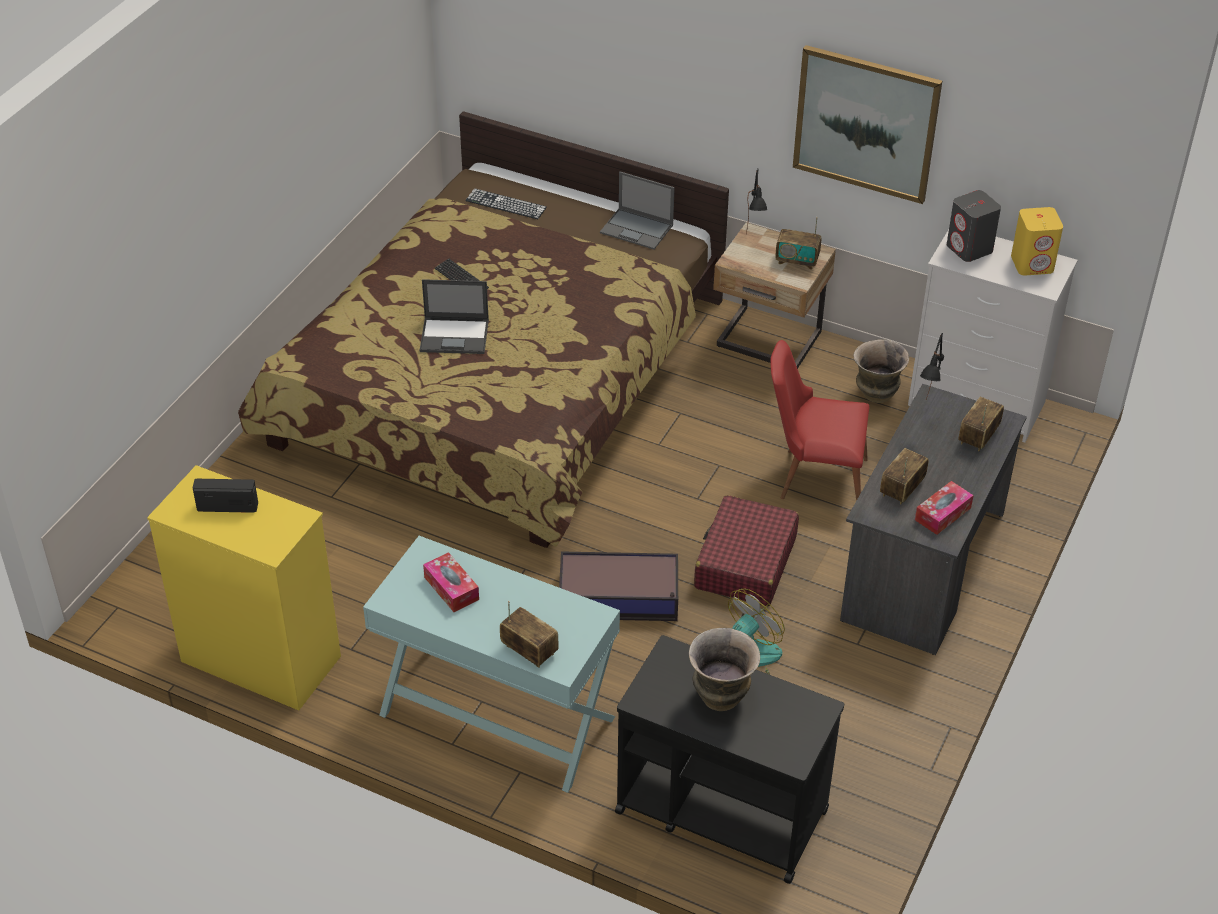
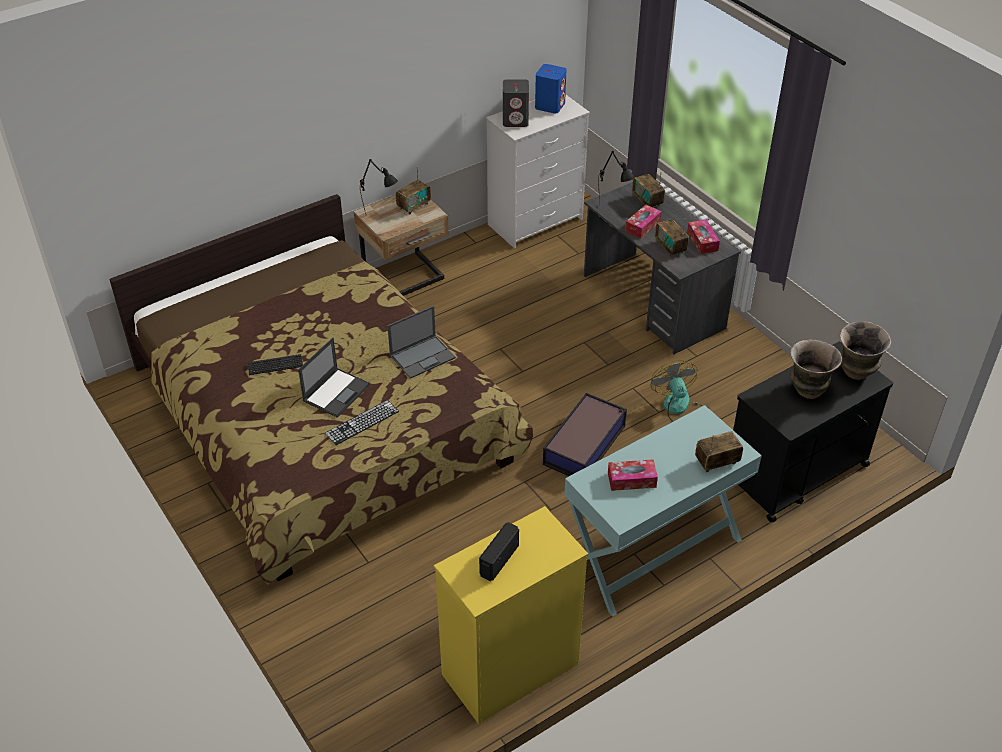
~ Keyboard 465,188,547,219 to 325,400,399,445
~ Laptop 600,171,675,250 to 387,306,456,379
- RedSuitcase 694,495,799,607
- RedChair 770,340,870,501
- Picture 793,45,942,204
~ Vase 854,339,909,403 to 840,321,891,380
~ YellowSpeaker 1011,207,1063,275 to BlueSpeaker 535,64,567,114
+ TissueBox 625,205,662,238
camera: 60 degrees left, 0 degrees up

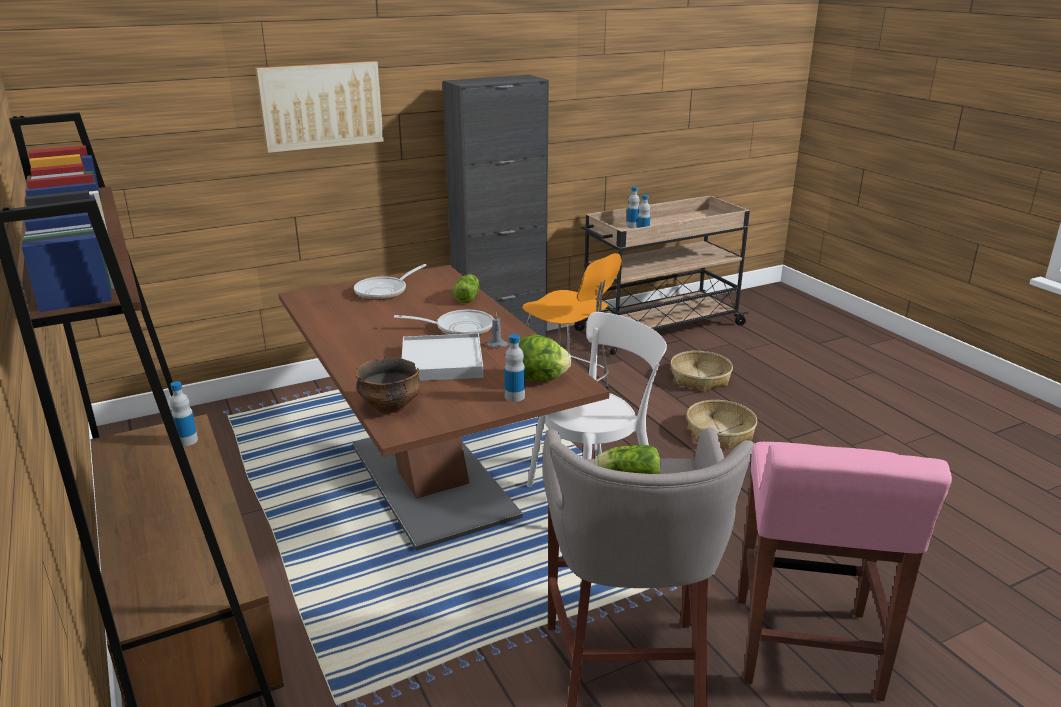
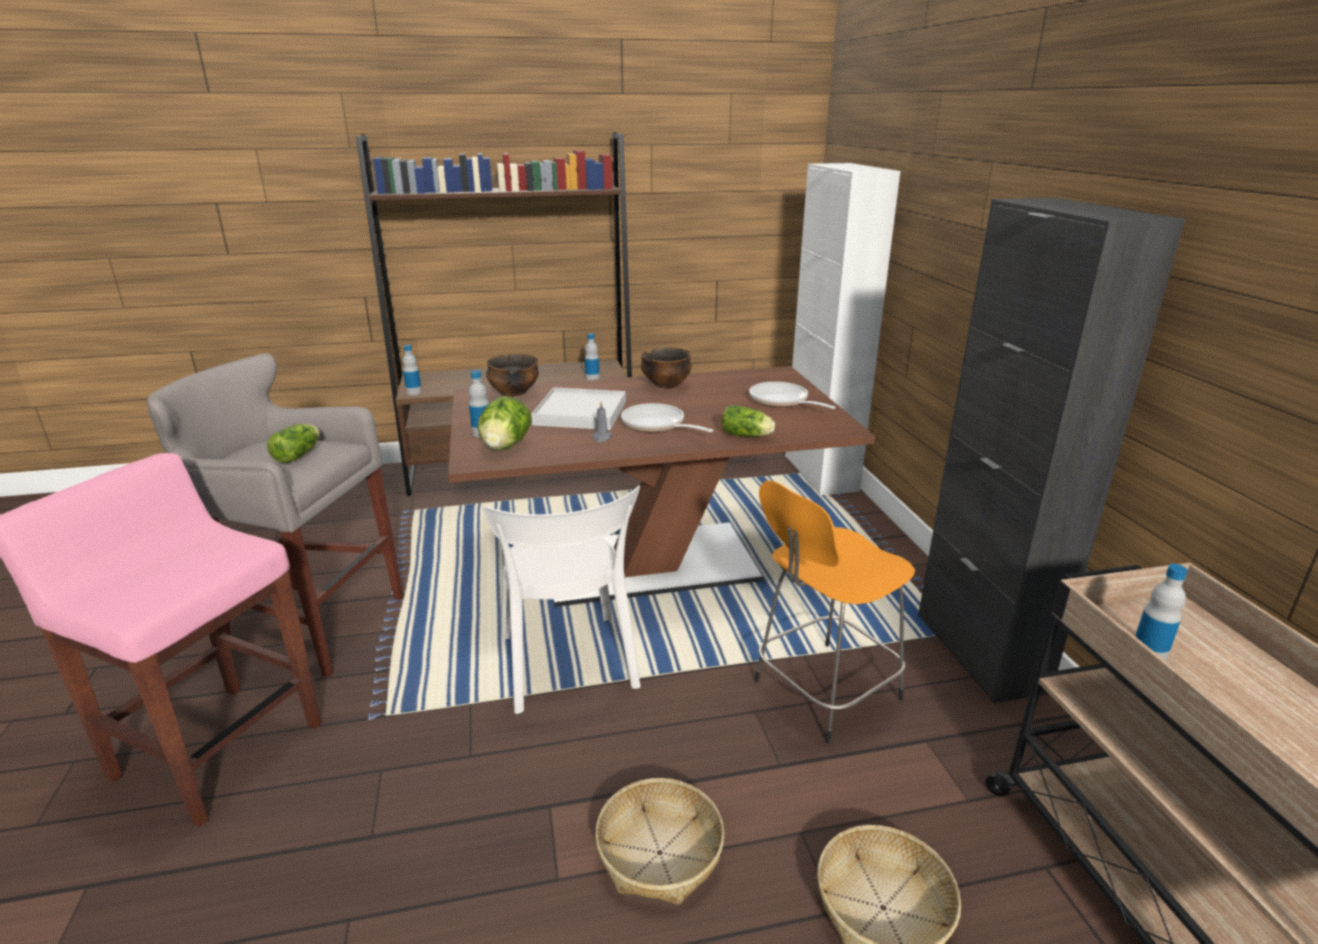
- Picture 255,61,384,153
~ FryingPan 394,310,494,335 = 621,403,714,433 120 degrees clockwise
~ Bottle 627,187,640,228 to 402,345,422,395
+ Bowl 641,347,692,389
+ WhiteCabinet 785,163,900,495
camera: 105 degrees right, 0 degrees up

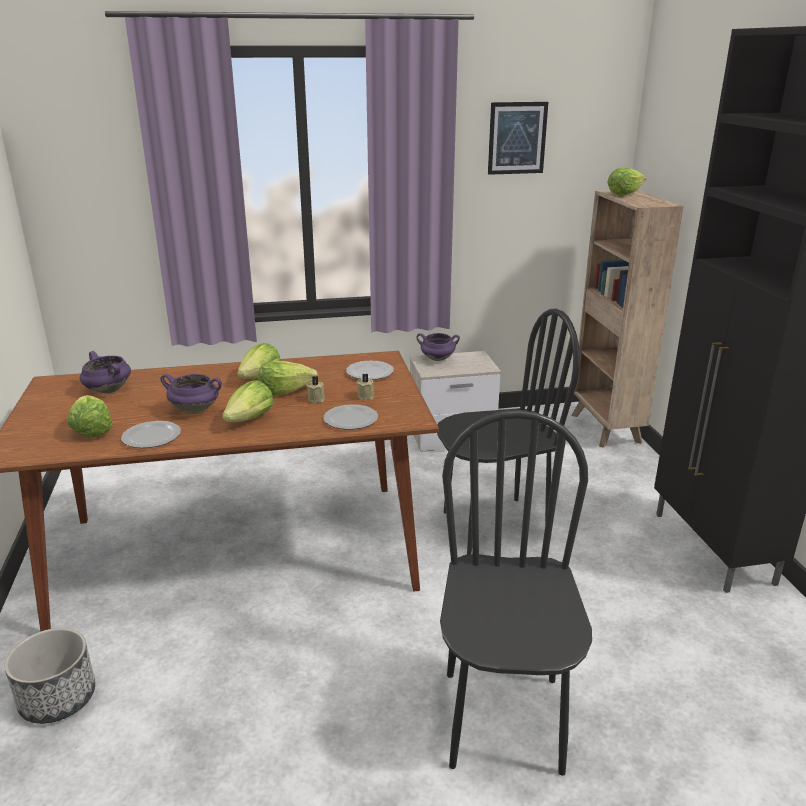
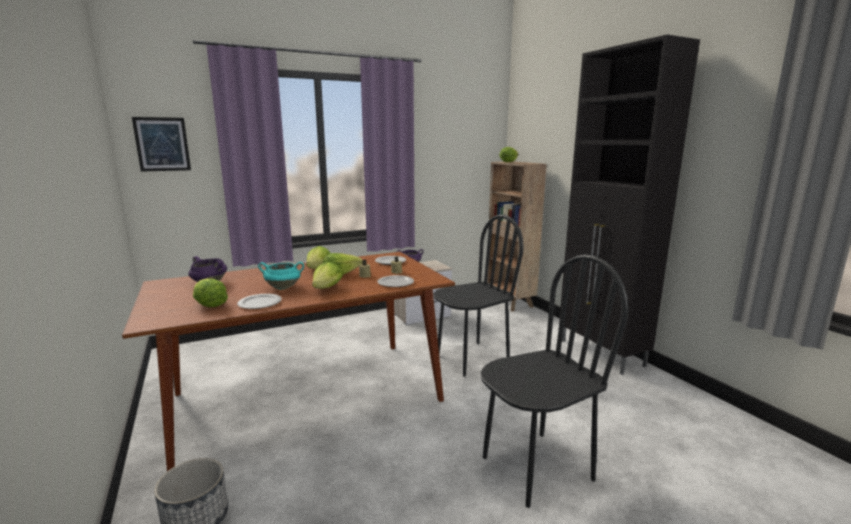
~ PurpleCookingPot 160,374,222,414 to TurquoiseCookingPot 258,262,304,290
~ BlackChair 440,410,592,776 = 481,254,629,508 75 degrees clockwise
~ Picture 488,102,548,175 to 132,117,191,172
camera: 15 degrees left, 10 degrees down

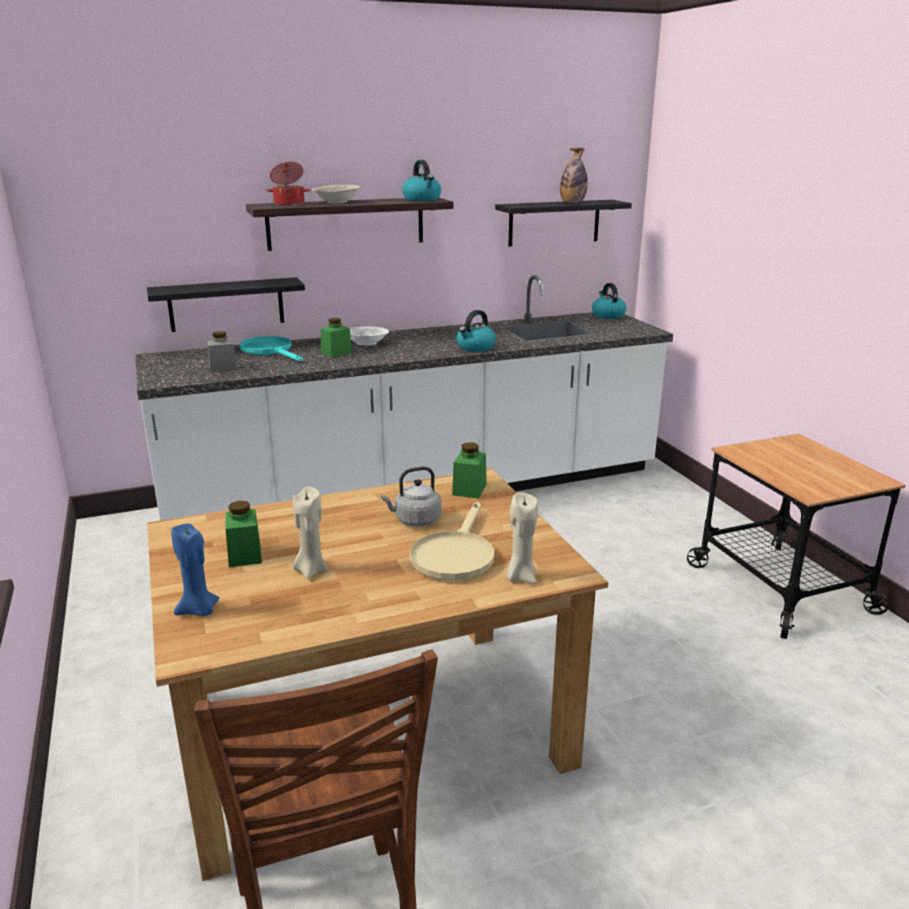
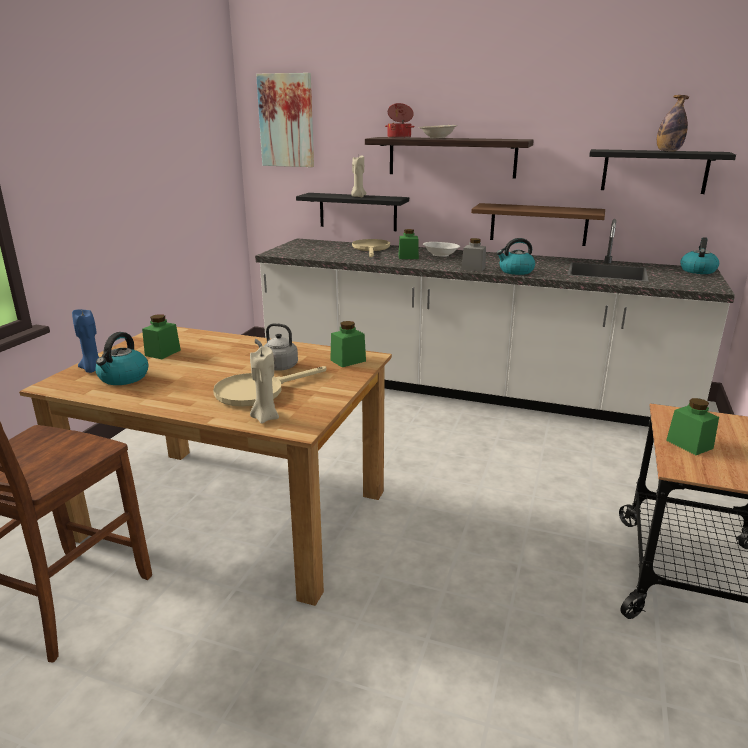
~ GreyJar 207,331,237,373 to 461,238,486,271
~ TurquoiseFryingPan 240,336,303,361 to BeigeFryingPan 352,239,390,257
~ BeigeCandle 293,487,328,579 to 351,155,366,197
~ Kettle 402,160,441,201 to 95,332,148,385
+ Picture 256,73,314,167
+ BrownShelf 471,203,605,246
+ GreenJar 666,398,719,455
camera: 40 degrees right, 0 degrees up

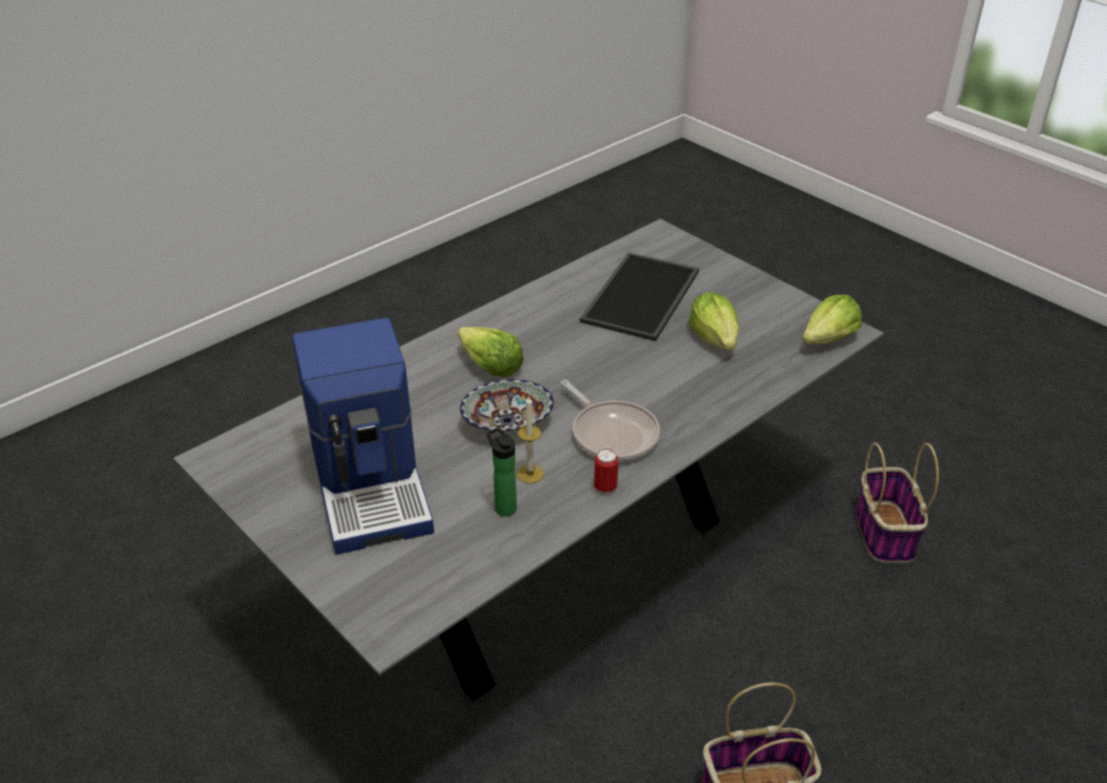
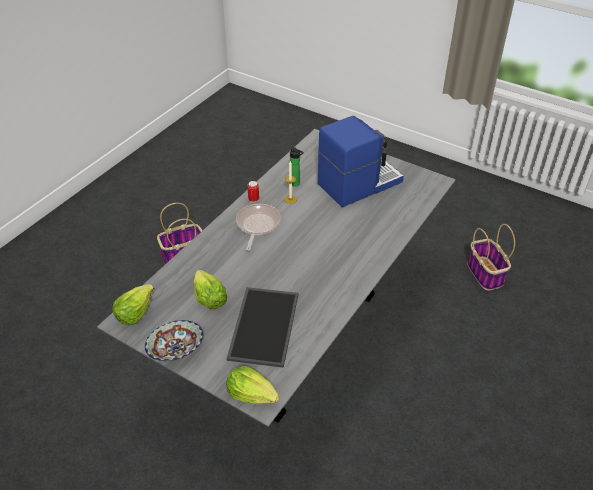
~ CoffeeMachine 292,318,434,555 = 318,116,404,207 90 degrees clockwise
~ Lettuce 458,327,524,377 to 226,366,279,404
~ Bowl 460,380,554,433 to 145,320,203,361
~ FryingPan 561,380,660,462 = 236,204,281,251 60 degrees clockwise
~ Basket 856,443,939,563 to 467,224,515,291
camera: 165 degrees right, 5 degrees up

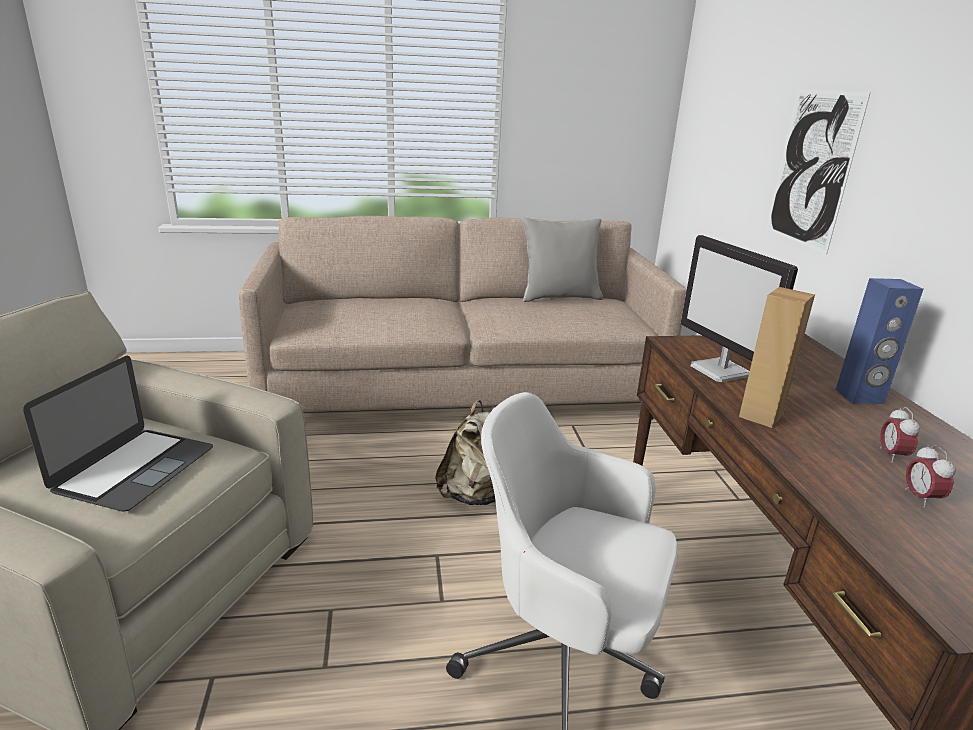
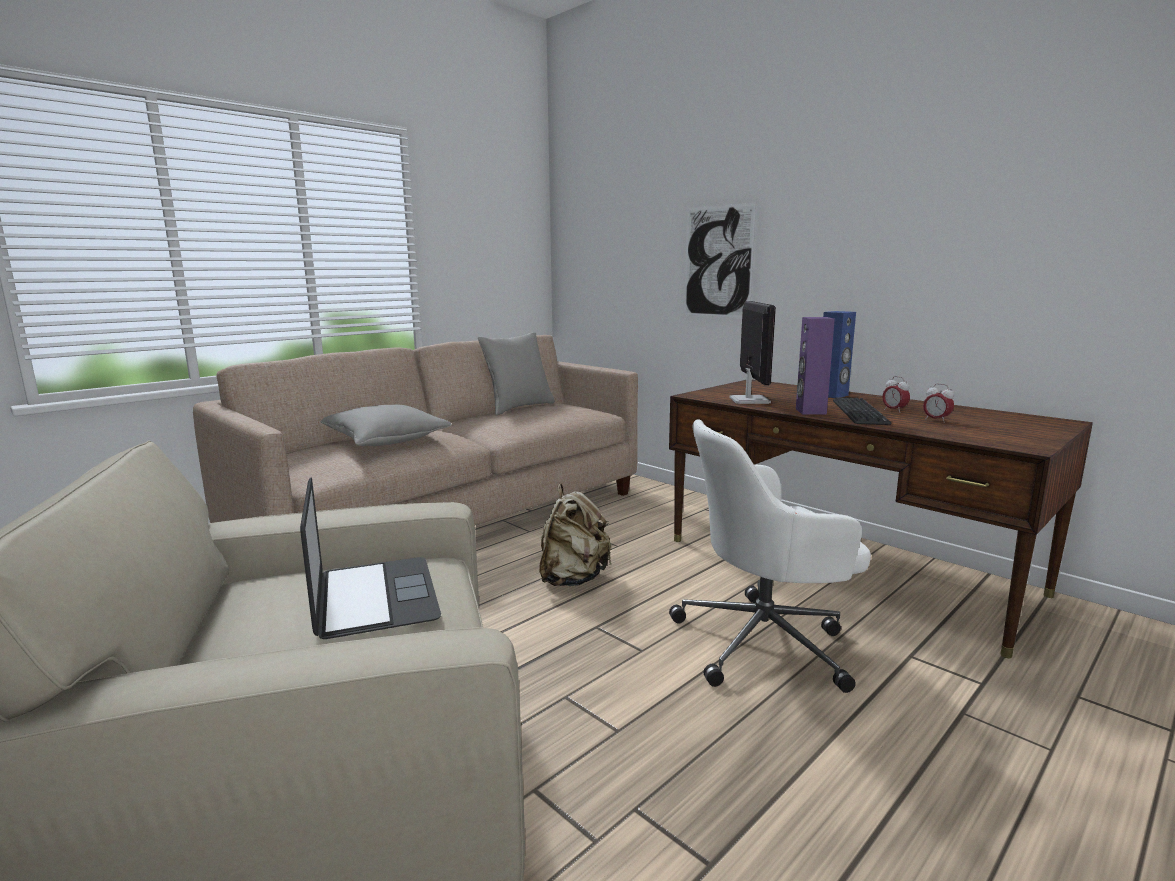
~ Monitor 681,235,798,382 = 729,301,776,404 120 degrees counterclockwise
~ BrownSpeaker 739,287,815,428 to PurpleSpeaker 796,317,835,415
+ GreyPillow 321,405,452,446
+ Keyboard 833,397,891,425
camera: 35 degrees left, 10 degrees down

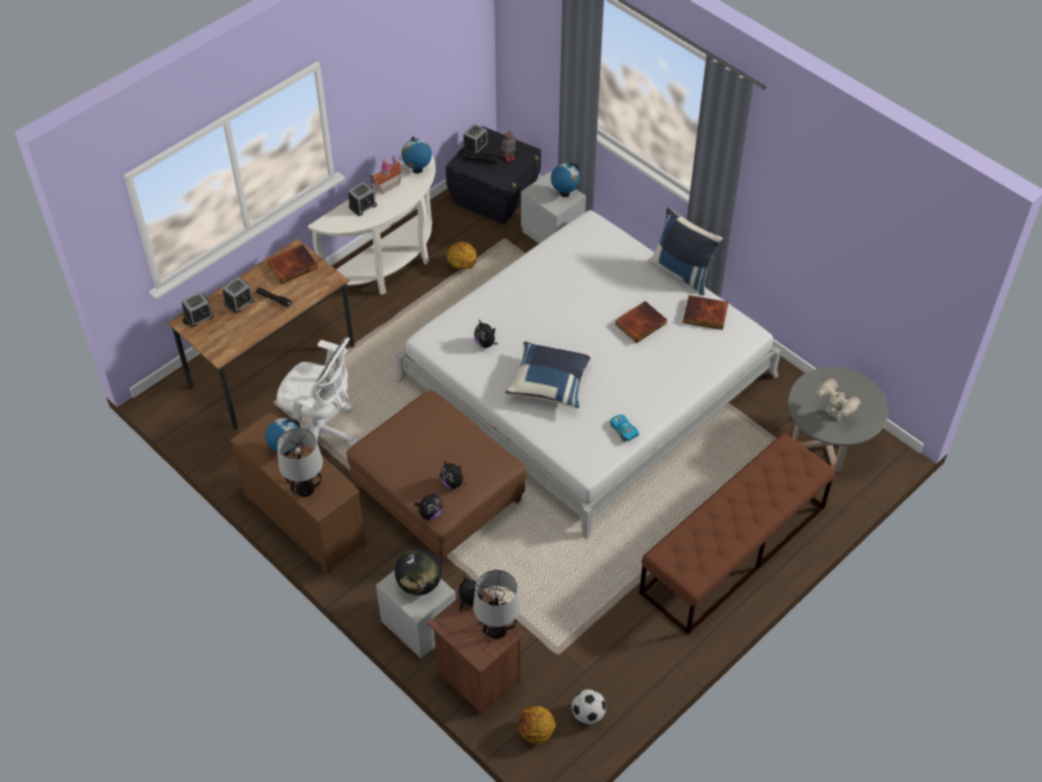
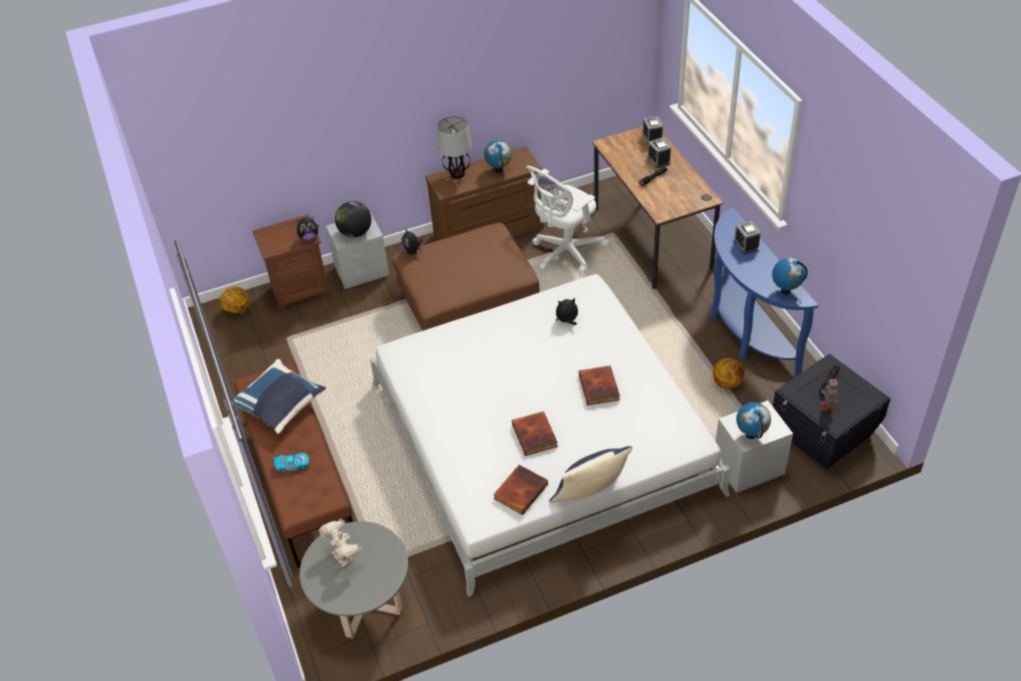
~ Book 267,244,318,284 to 579,365,620,406
~ WhiteConsoleTable 308,155,436,295 to BlueConsoleTable 710,207,818,375
- ToyHouse 370,155,402,194
- PlushToy 440,461,467,489
- AlarmClock 463,124,488,155
- TableLamp 473,570,520,639
~ BluePillow 505,341,592,409 to 234,359,326,434
- Football 572,689,606,724
~ ToyCar 610,415,639,441 to 273,453,310,473
~ ToyRobot 815,378,861,421 = 319,519,362,567 75 degrees clockwise
camera: 115 degrees right, 5 degrees down

